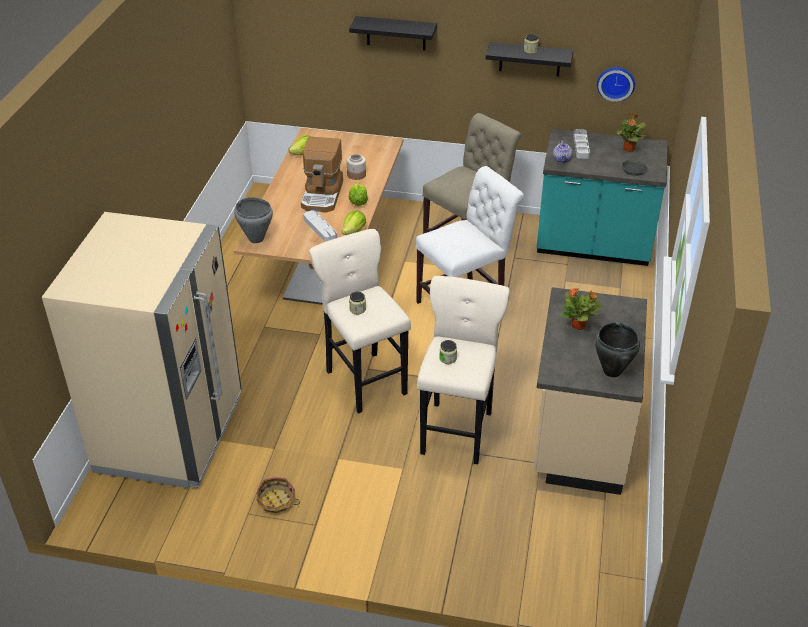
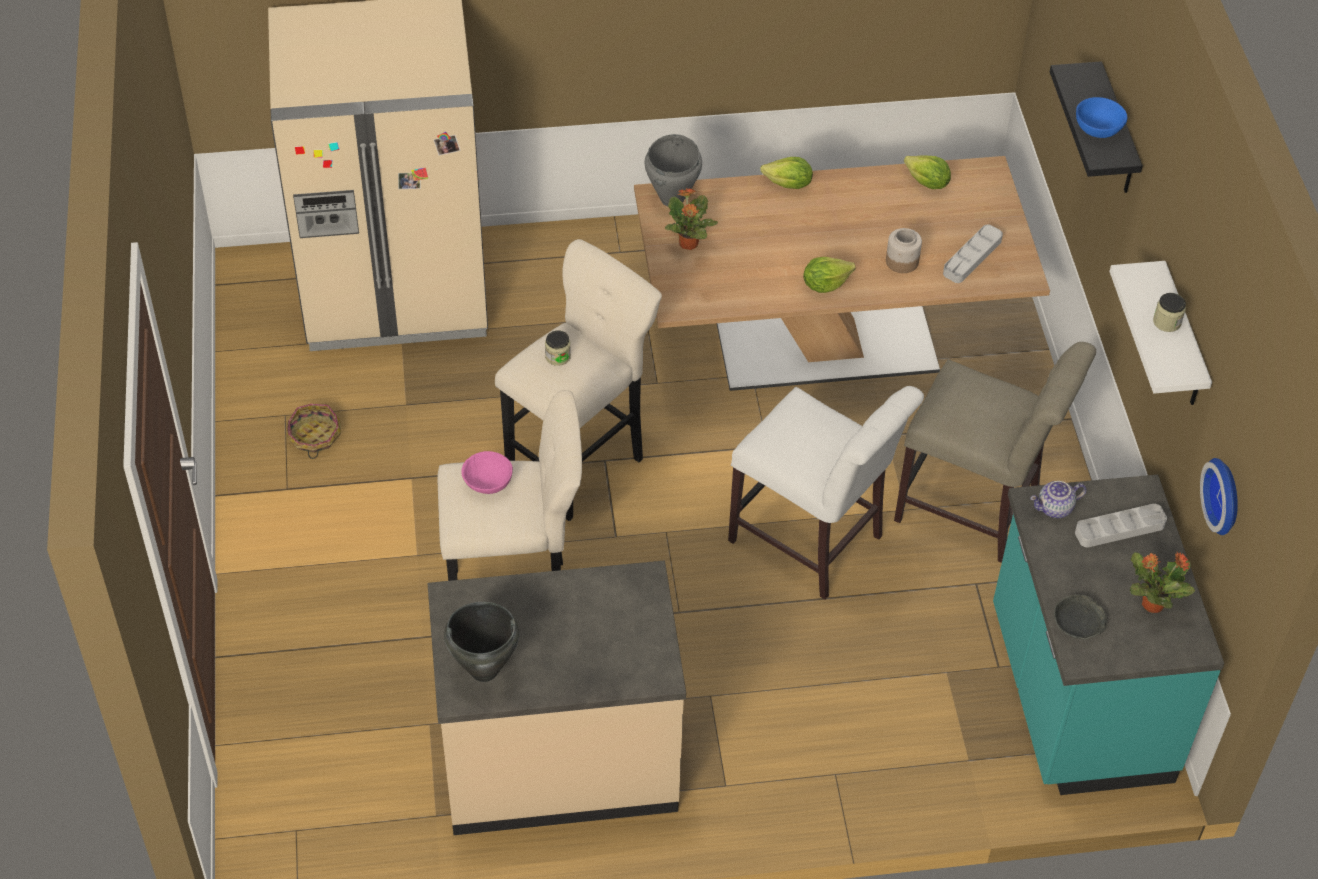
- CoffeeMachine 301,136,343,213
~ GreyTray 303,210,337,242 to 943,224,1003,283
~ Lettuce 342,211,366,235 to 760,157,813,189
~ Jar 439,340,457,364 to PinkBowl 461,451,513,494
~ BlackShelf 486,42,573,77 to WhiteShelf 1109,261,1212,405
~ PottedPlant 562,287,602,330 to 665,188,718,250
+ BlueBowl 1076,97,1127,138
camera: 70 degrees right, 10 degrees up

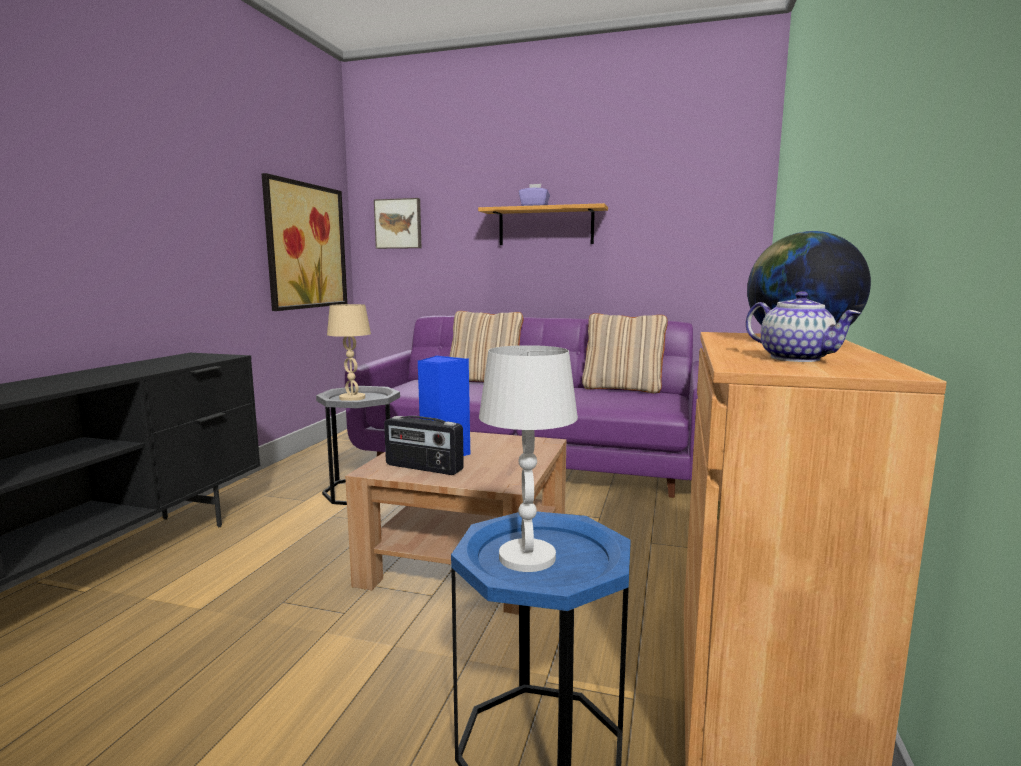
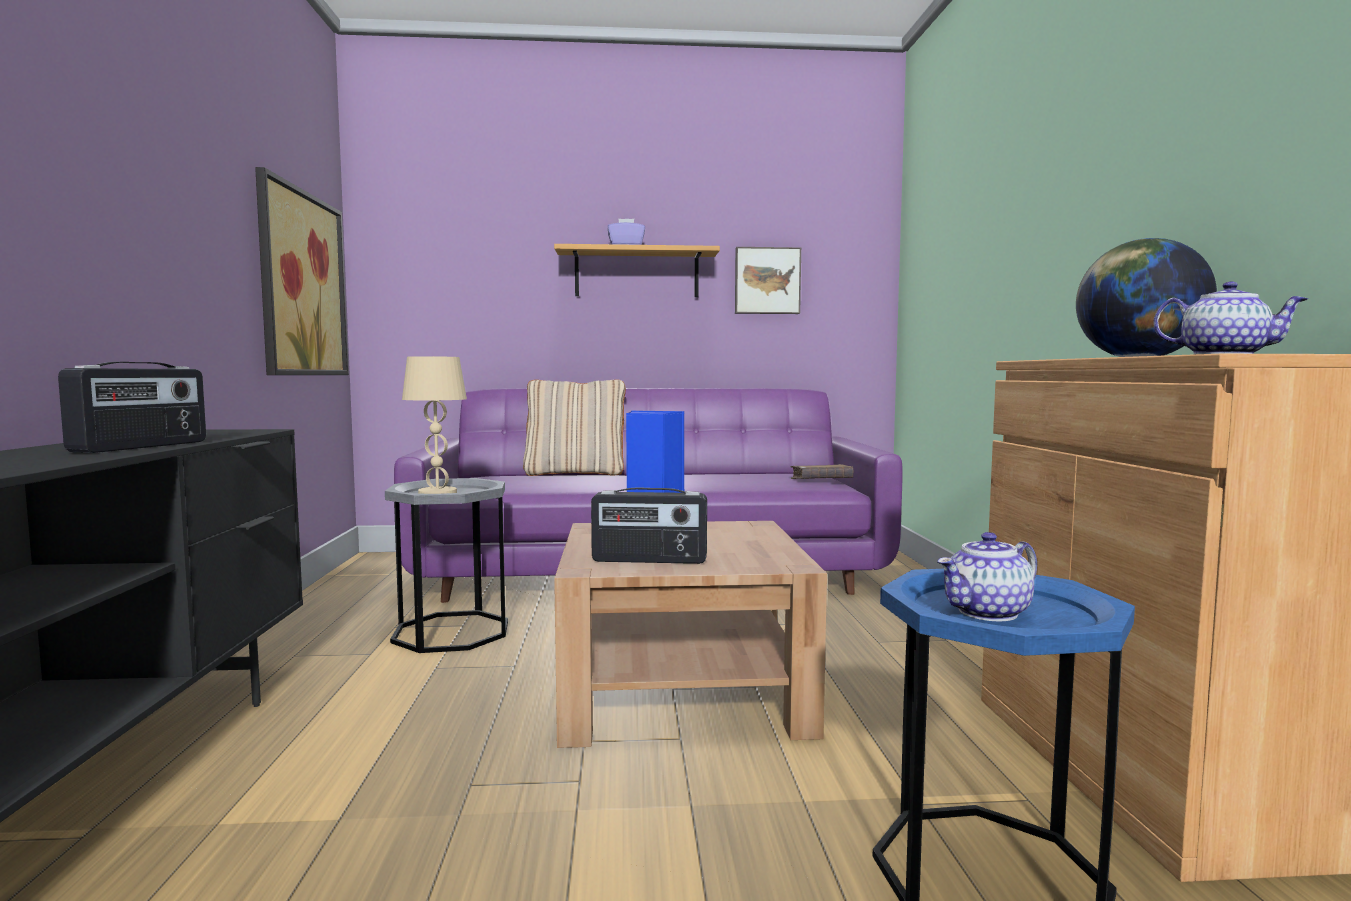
~ Picture 374,198,421,249 to 735,247,801,314
~ WhiteTableLamp 479,345,578,572 to Teapot 937,532,1037,621
- BeigePillow 582,313,668,393
+ Radio 58,362,206,453
+ BrownBook 791,464,853,479
camera: 20 degrees left, 5 degrees down

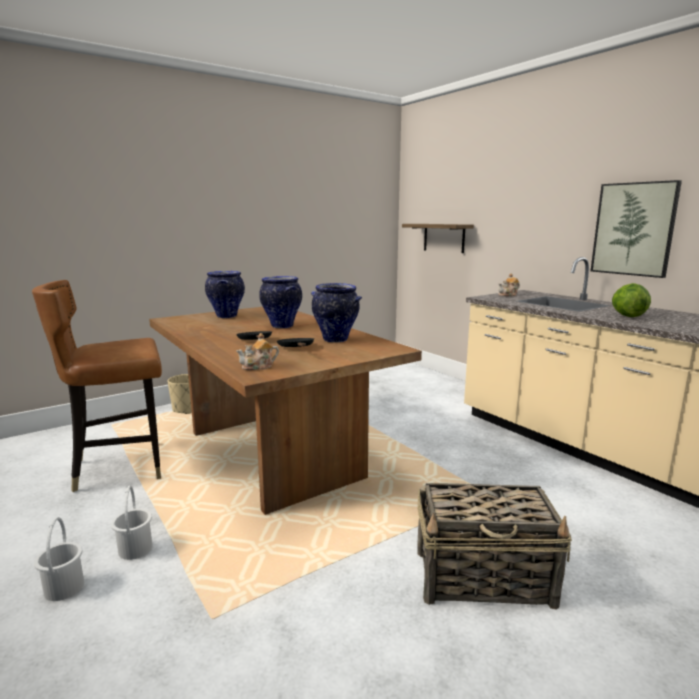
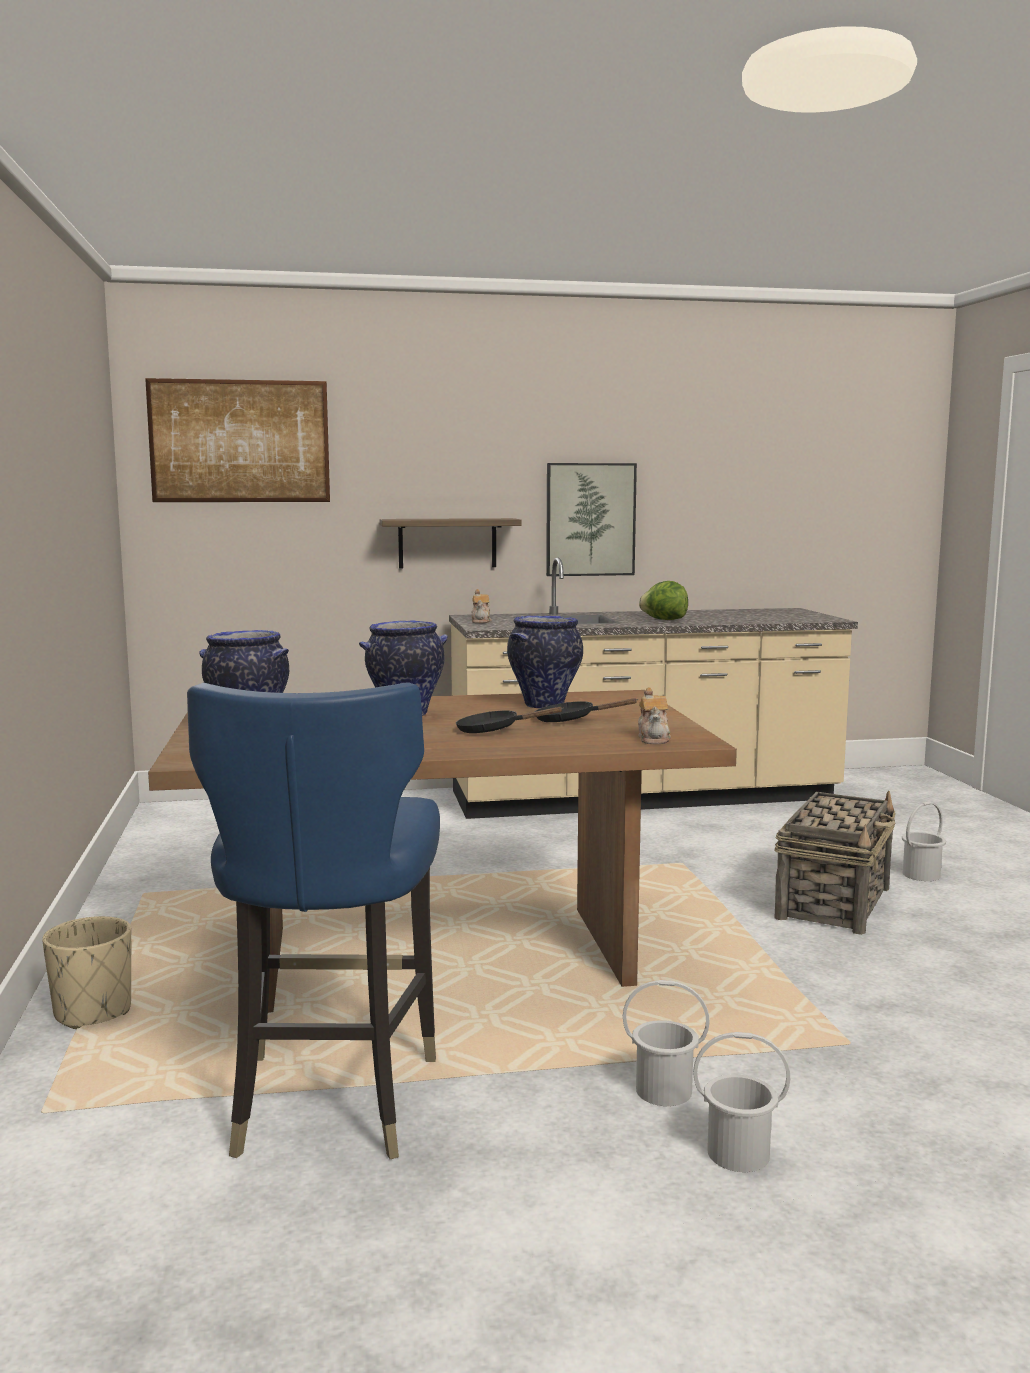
~ BrownChair 32,280,162,492 to BlueChair 187,682,440,1159
~ Shelf 402,224,474,253 to 380,518,521,568
+ Picture 145,378,330,502
+ WhiteBucket 902,801,946,881
camera: 65 degrees left, 5 degrees down

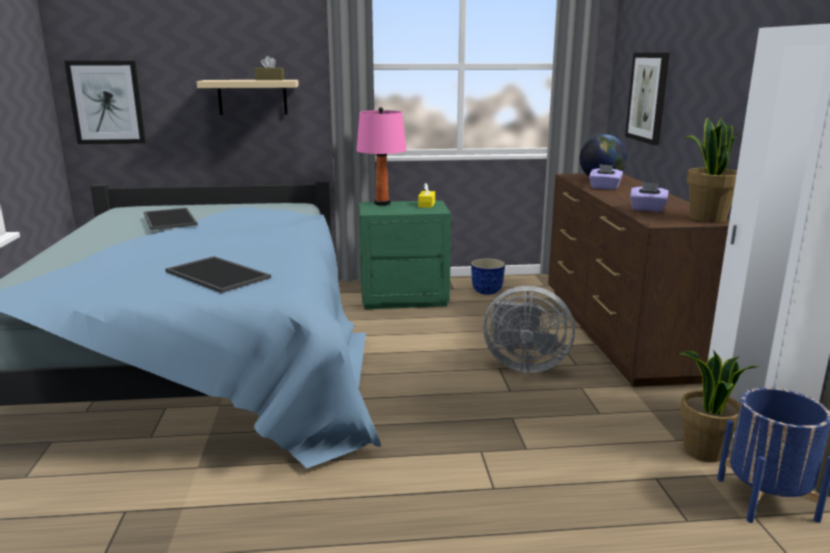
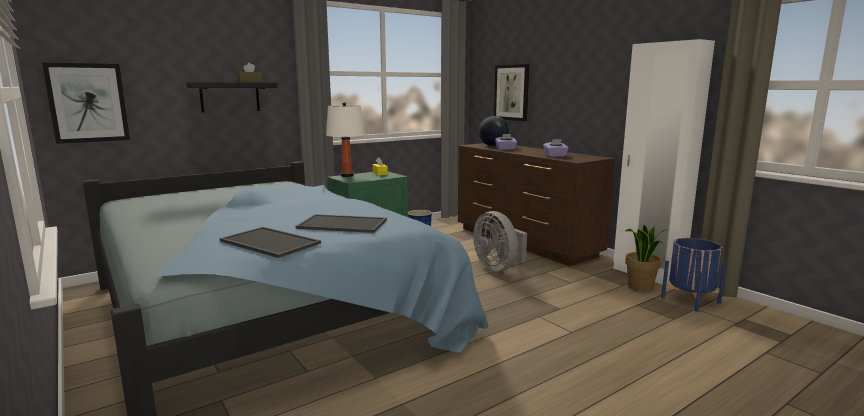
~ Tray 144,208,198,230 to 220,227,321,258
~ BeigeShelf 197,80,299,115 to BlackShelf 186,82,278,112
~ PinkTableLamp 356,107,406,205 to WhiteTableLamp 326,102,365,177
~ GreyFan 483,286,575,373 = 473,211,527,272 75 degrees clockwise
- PottedPlant 684,118,738,223
camera: 30 degrees left, 5 degrees down

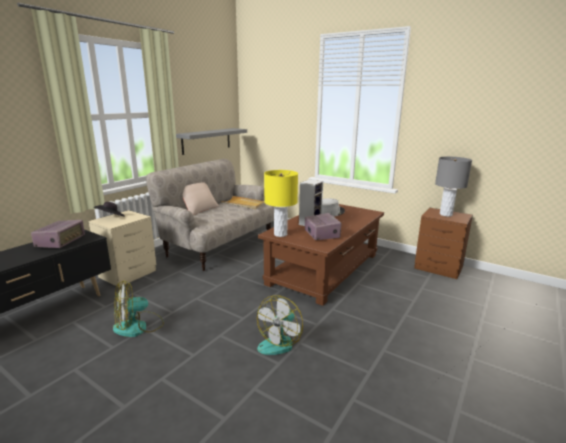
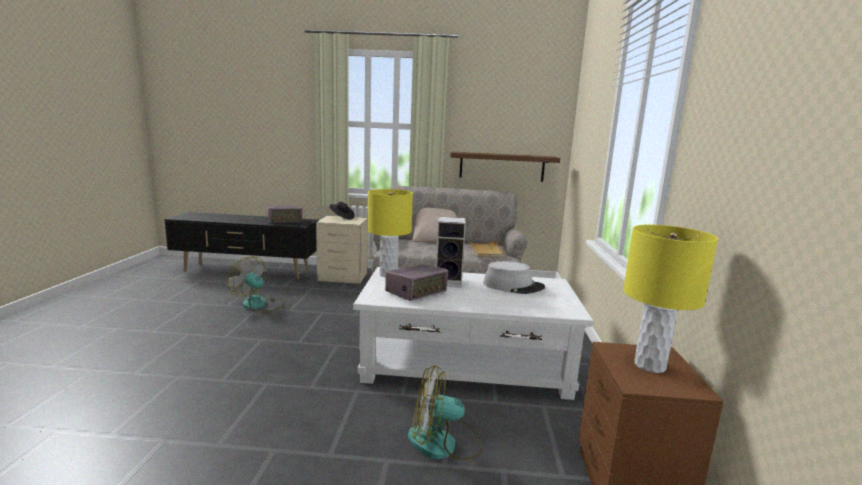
~ GreyShelf 176,128,247,155 to BrownShelf 450,152,560,182
~ Fan 257,295,303,355 to 408,365,482,460
~ BrownCoffeeTable 258,204,384,306 to WhiteCoffeeTable 353,267,593,400
~ GreyTableLamp 435,156,472,217 to YellowTableLamp 623,225,718,373
camera: 60 degrees right, 5 degrees down

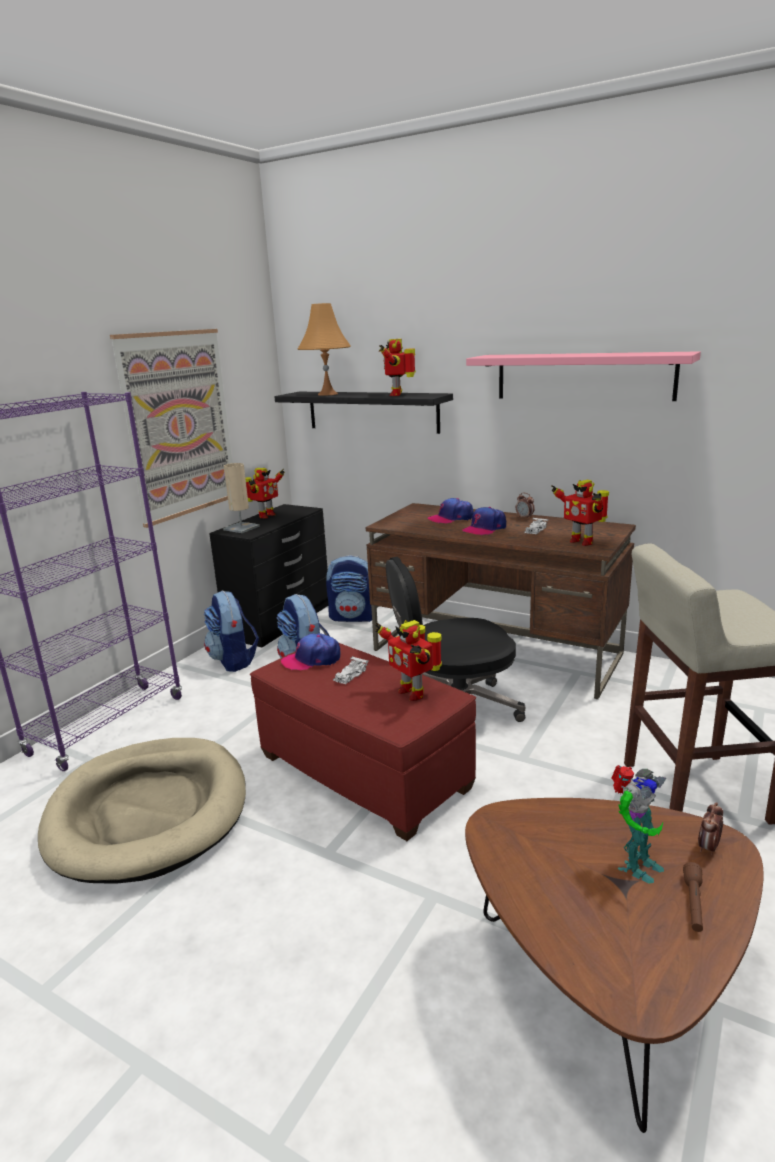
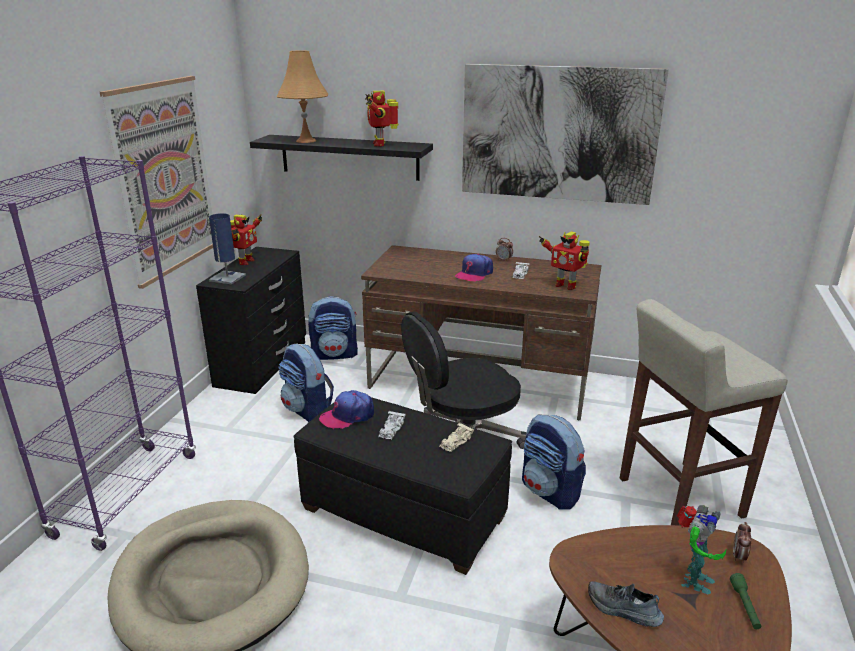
~ Backpack 204,591,259,672 to 522,414,586,510
~ BeigeTableLamp 223,463,260,533 to BlueTableLamp 209,213,246,284
~ RedOttoman 250,643,476,841 to BlackOttoman 293,397,512,575
~ ToyRobot 375,620,442,701 to BeigeToyCar 439,422,474,453
- Cap 428,498,474,524
~ PinkShelf 466,351,701,401 to Picture 462,64,669,205
~ BrownFlashlight 683,862,703,932 to GreenFlashlight 730,573,762,629
+ Shoe 588,581,664,627
camera: 15 degrees left, 5 degrees up

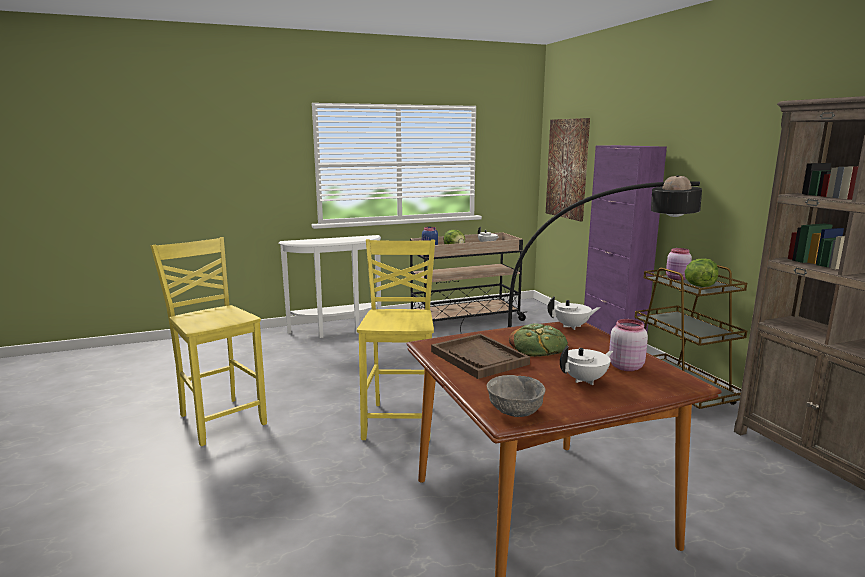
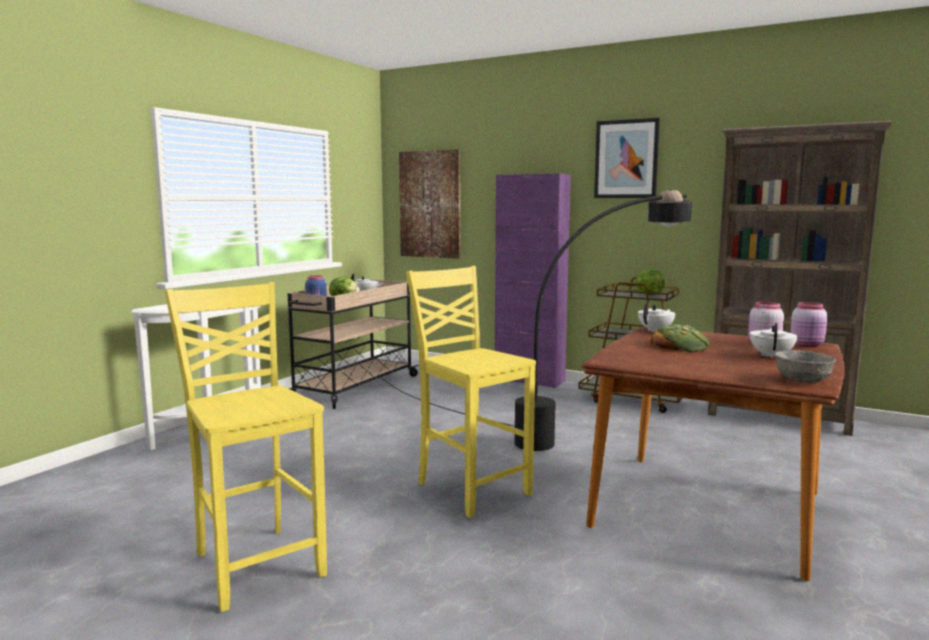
~ YellowChair 151,237,267,446 = 165,282,327,612 45 degrees clockwise
- BrownTray 431,334,530,379
~ PinkJar 666,248,692,280 to 790,302,828,347
+ Picture 594,118,660,198
camera: 40 degrees left, 5 degrees down

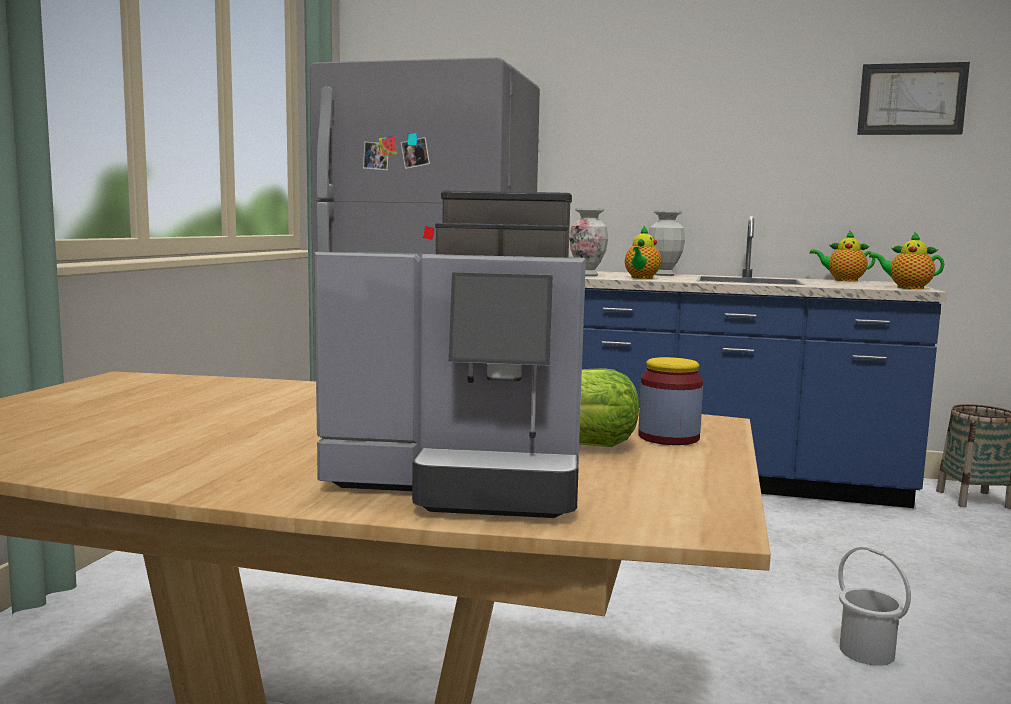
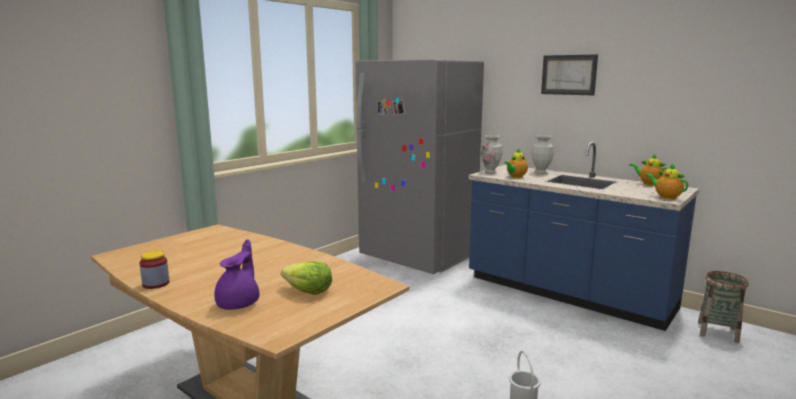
~ CoffeeMachine 314,191,586,518 to PurpleTeapot 214,239,259,310
~ Jar 638,357,703,445 to 140,251,169,289
~ Picture 857,62,970,135 to 541,54,598,95
camera: 25 degrees right, 5 degrees up

